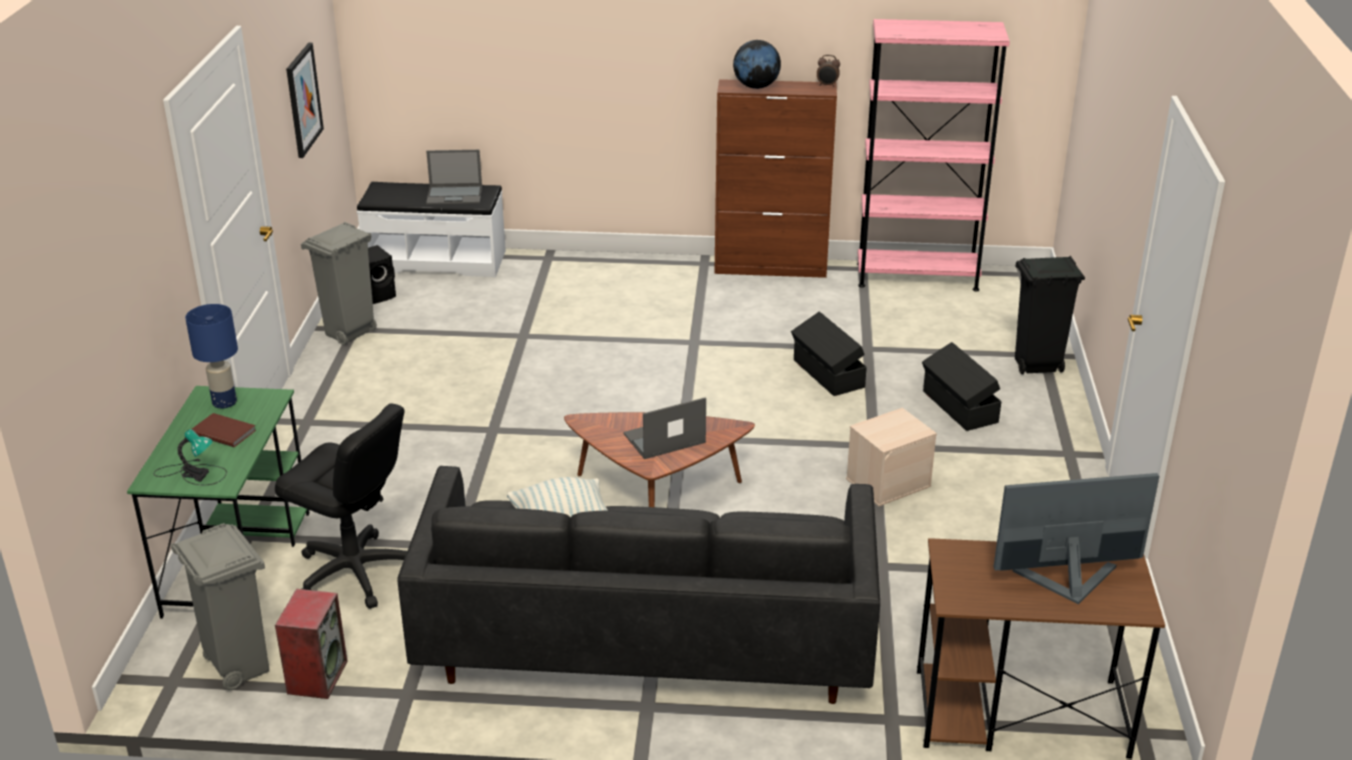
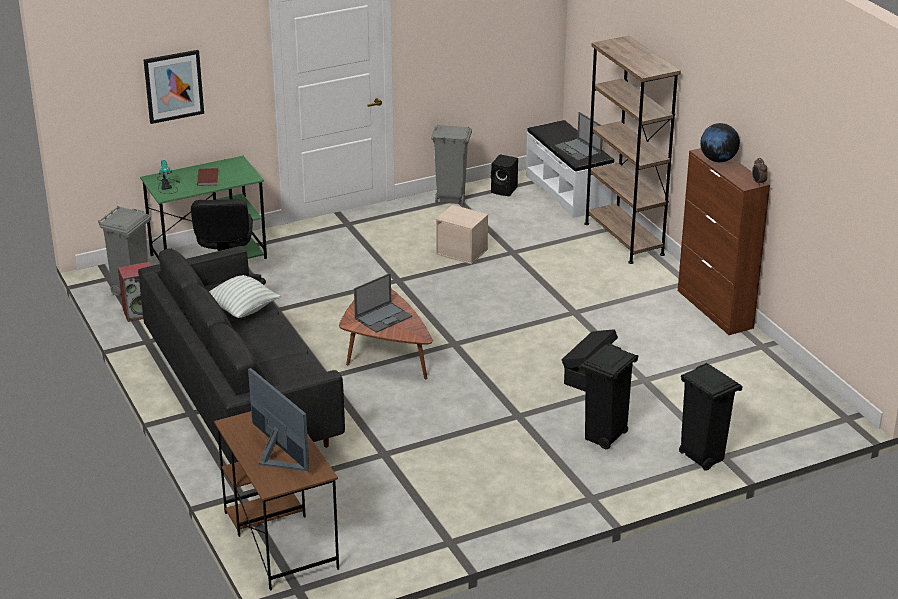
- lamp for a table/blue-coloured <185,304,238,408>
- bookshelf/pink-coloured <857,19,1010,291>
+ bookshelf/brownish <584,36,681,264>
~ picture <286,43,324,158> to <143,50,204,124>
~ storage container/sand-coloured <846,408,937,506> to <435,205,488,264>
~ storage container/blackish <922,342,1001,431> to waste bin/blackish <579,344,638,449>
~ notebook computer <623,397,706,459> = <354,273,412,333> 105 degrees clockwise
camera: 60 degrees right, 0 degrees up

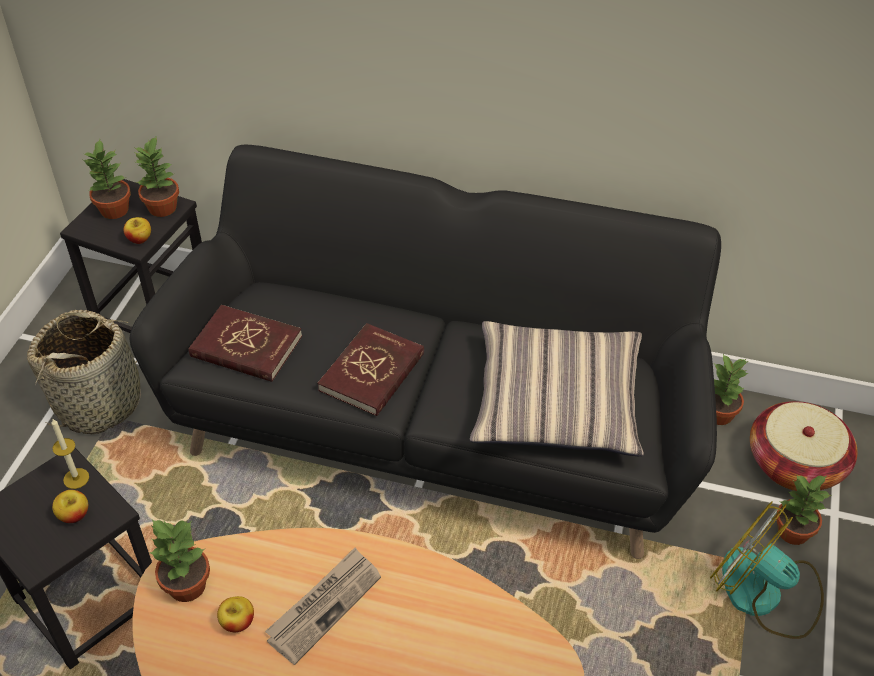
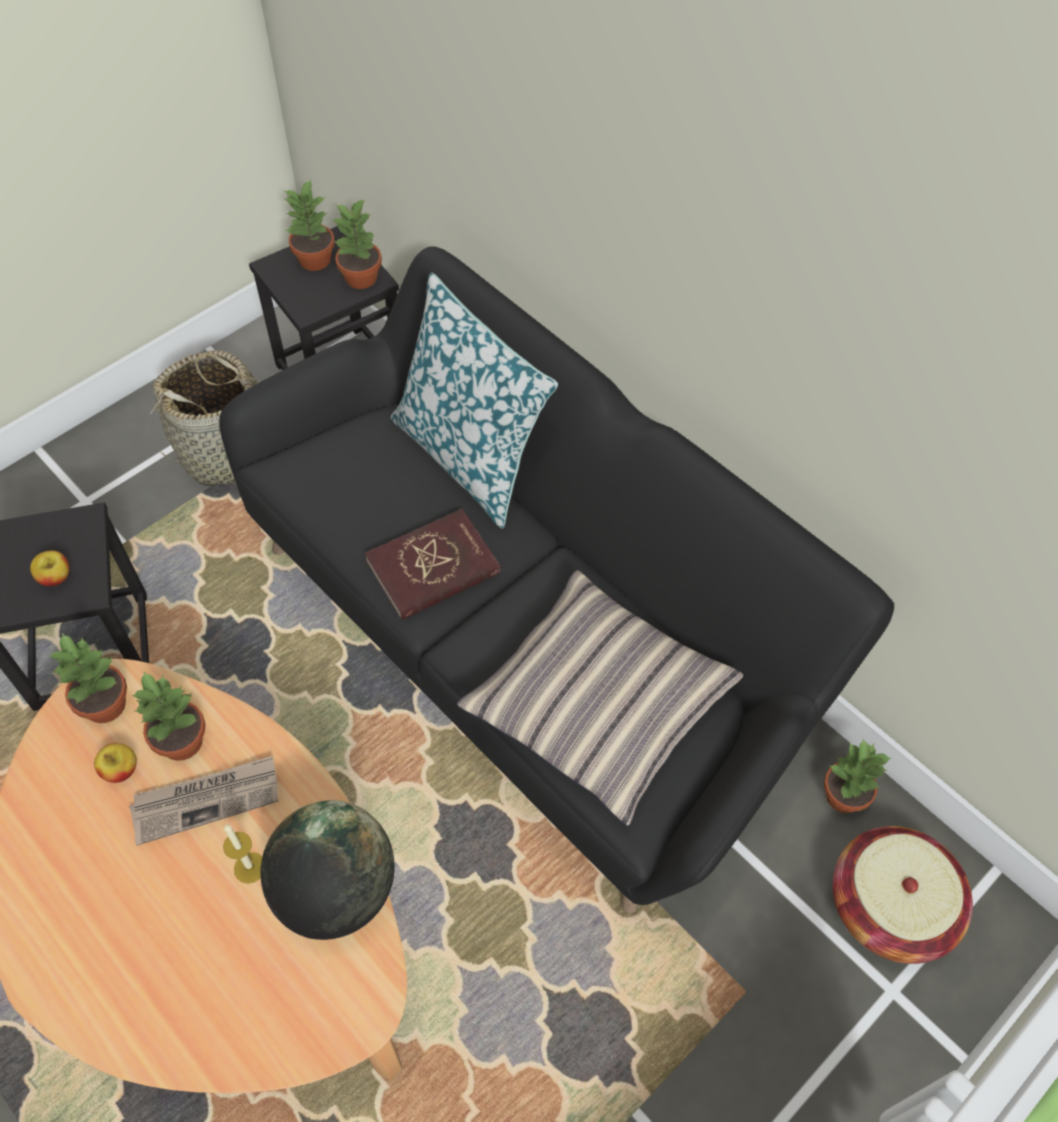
- apple fruit <123,217,151,244>
- volume/red-coloured <189,305,302,382>
- cooling fan <710,501,824,639>
+ globe <260,800,395,940>
+ pillow <391,273,558,529>
~ wax candle <52,418,89,489> to <223,824,262,884>
~ houseplant <776,476,832,545> to <132,671,205,761>
camera: 30 degrees right, 10 degrees up

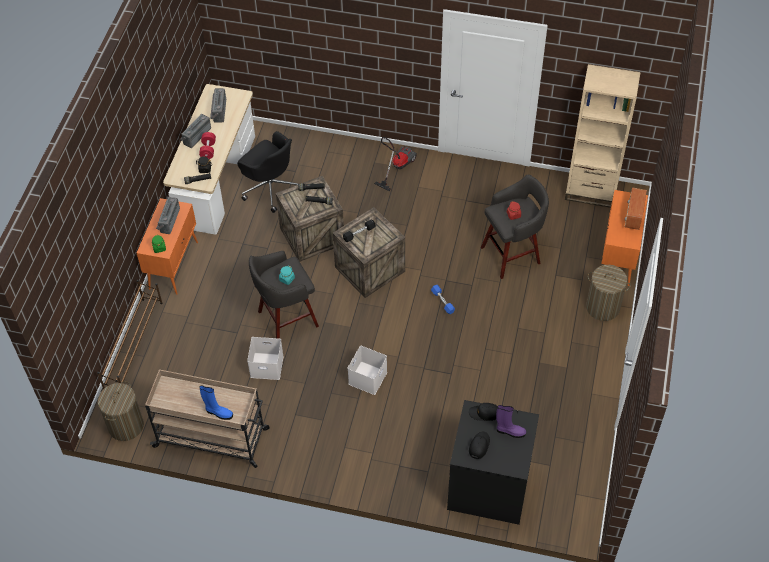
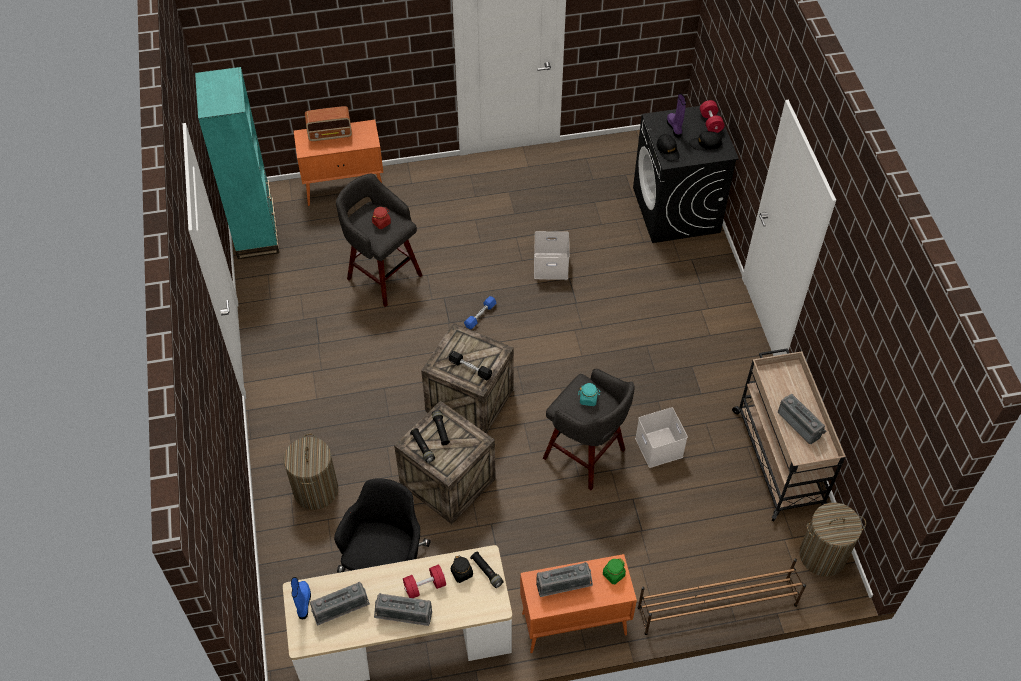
- vacuum <374,137,417,191>
+ hand weight/red-coloured <700,100,725,133>
+ radio set <778,394,826,444>
~ tall boot/blue-coloured <199,385,233,420> to <291,577,311,619>
~ storage container/whitish <348,346,387,395> to <534,231,569,280>
~ washing basket <586,265,631,321> to <283,433,338,510>
~ bookshelf/sand-coloured <565,64,641,208> to bookshelf/turquoise <195,67,279,259>
camera: 115 degrees left, 0 degrees up

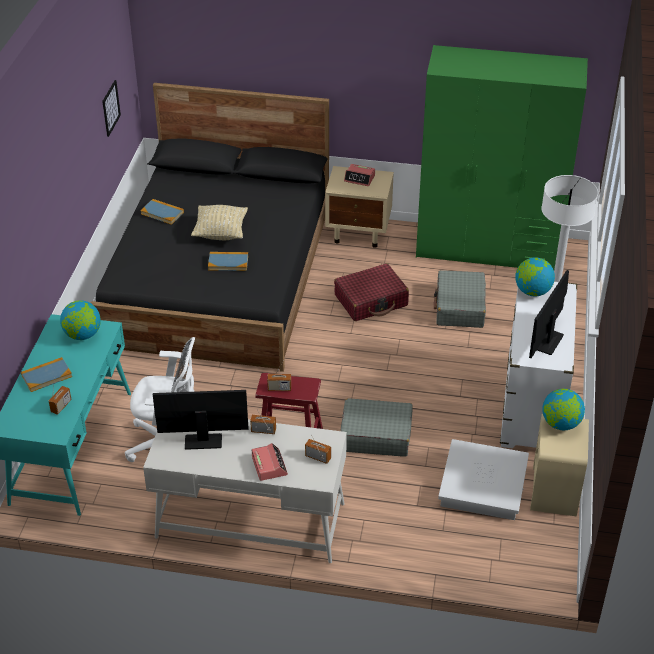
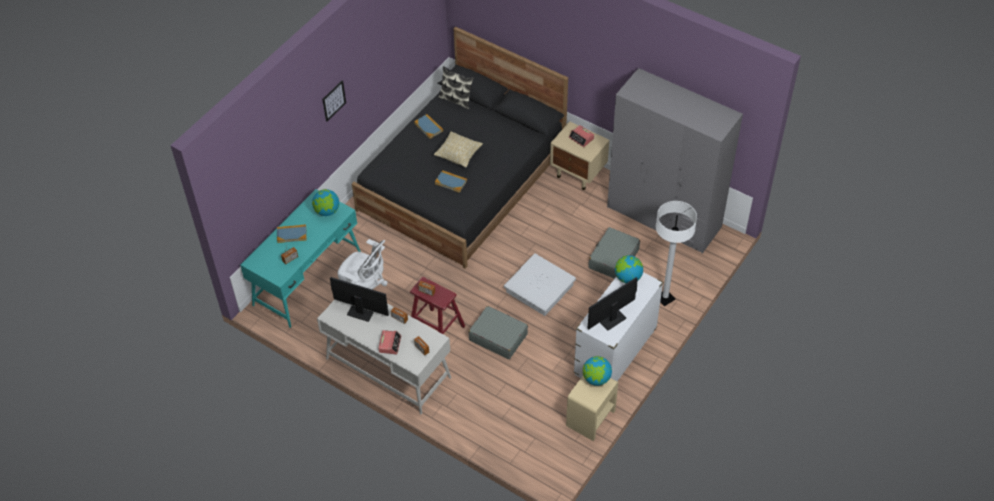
- travel case/red-coloured <334,264,409,321>
+ pillow <438,66,474,109>
~ picture <102,80,121,137> to <322,80,346,122>
~ storage container/whitish <438,439,529,520> to <504,254,576,316>
~ wardrobe/green-coloured <416,45,588,270> to wardrobe/grey <607,68,743,254>
camera: 25 degrees right, 10 degrees up

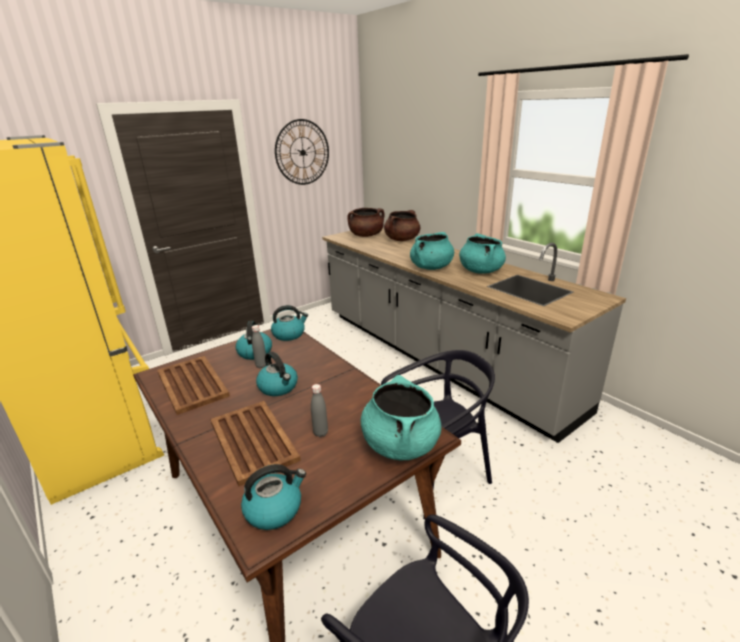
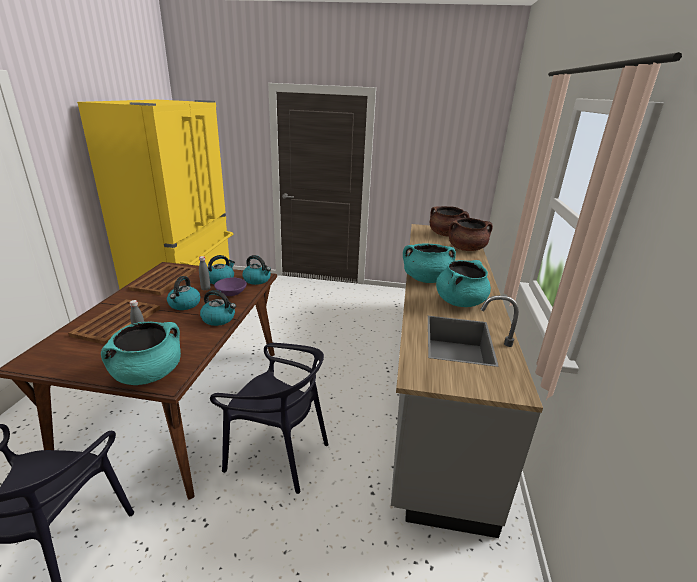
- clock on the wall <275,119,329,185>
+ bowl/purplish <214,278,247,296>
~ kettle <241,464,306,530> to <200,290,236,326>
camera: 45 degrees right, 0 degrees up

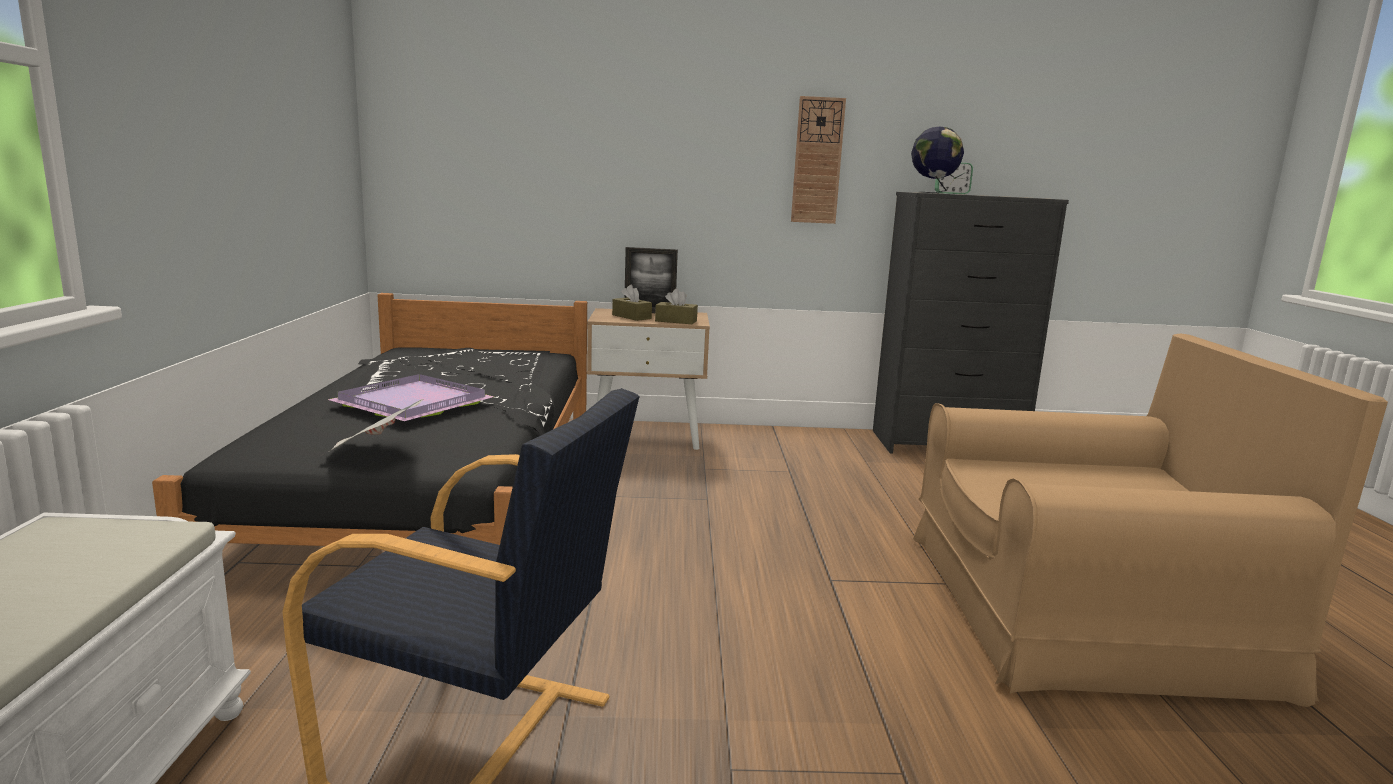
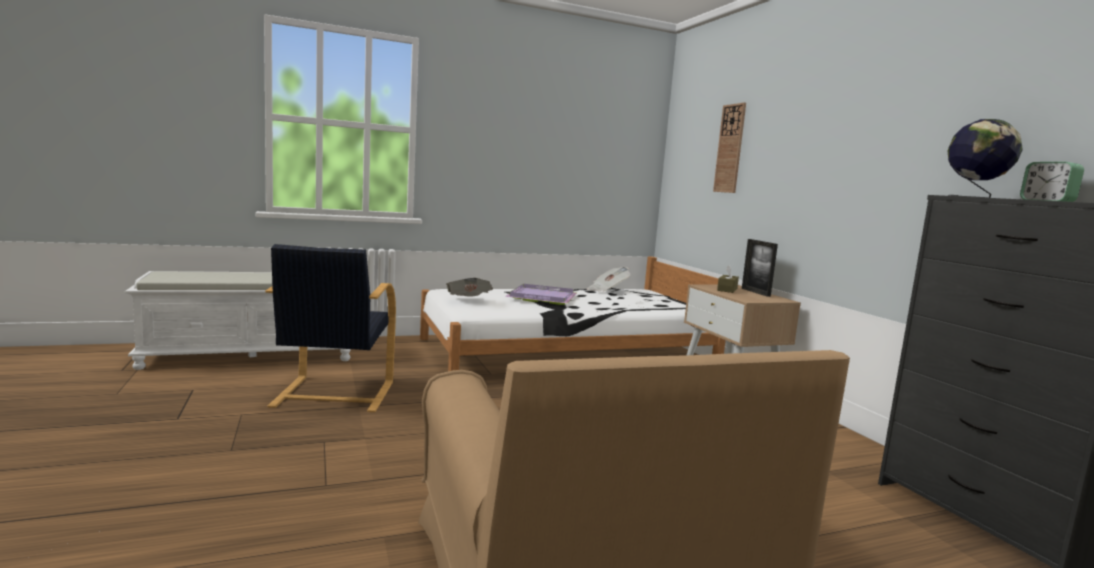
- tissue holder/brownish <655,289,698,324>
+ printed paper <587,267,631,291>
~ clock on the wall <791,96,846,224> to <713,103,746,193>
~ bedroom bed/blackish <152,293,587,546> to bedroom bed/whitish <420,257,726,371>
camera: 70 degrees right, 5 degrees down

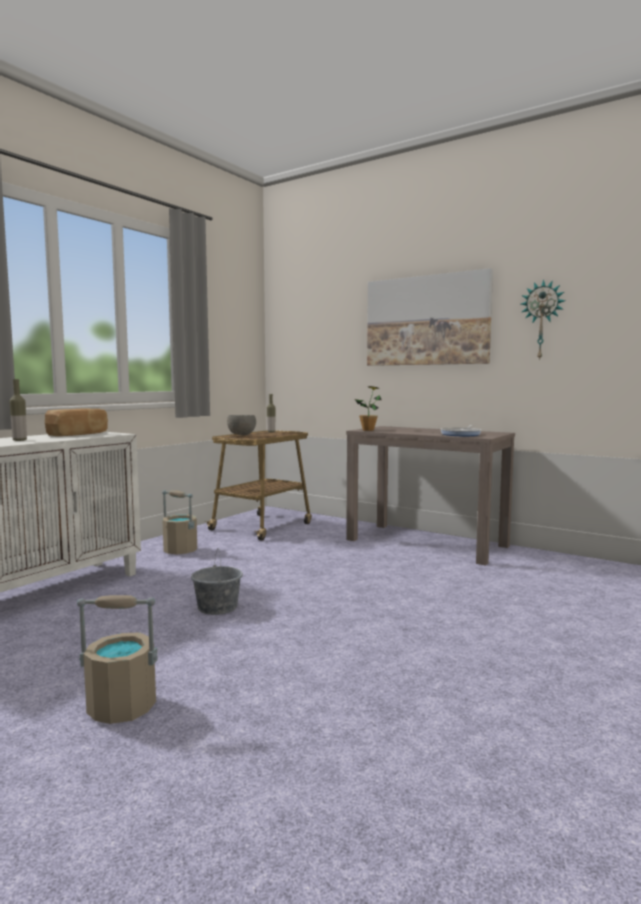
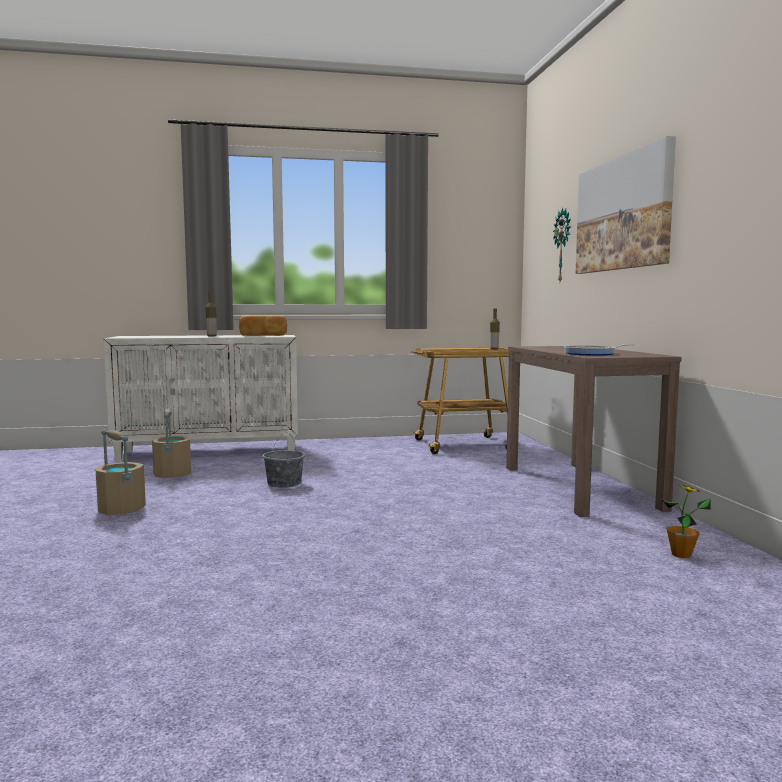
- bowl/grey <227,415,256,435>
~ water bucket/sand-coloured <162,490,197,554> to <152,408,191,478>
~ houseplant <355,386,382,431> to <661,485,711,558>
~ clock on the wall <521,279,566,361> to <553,208,571,281>
camera: 45 degrees right, 0 degrees up

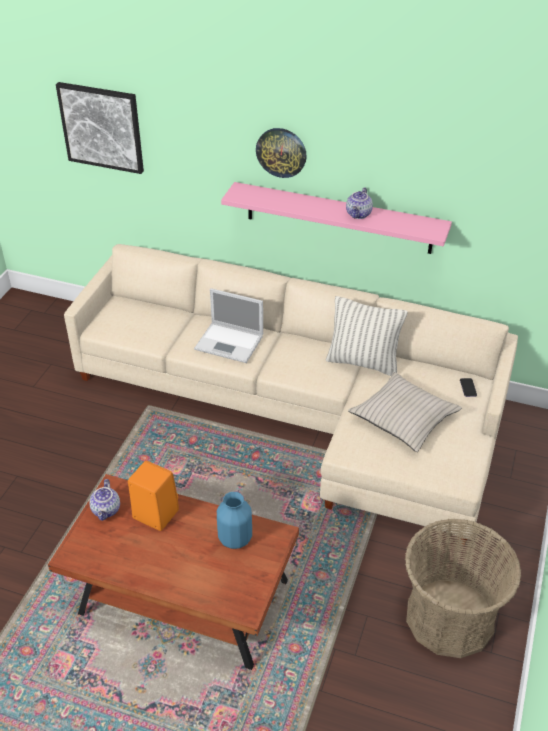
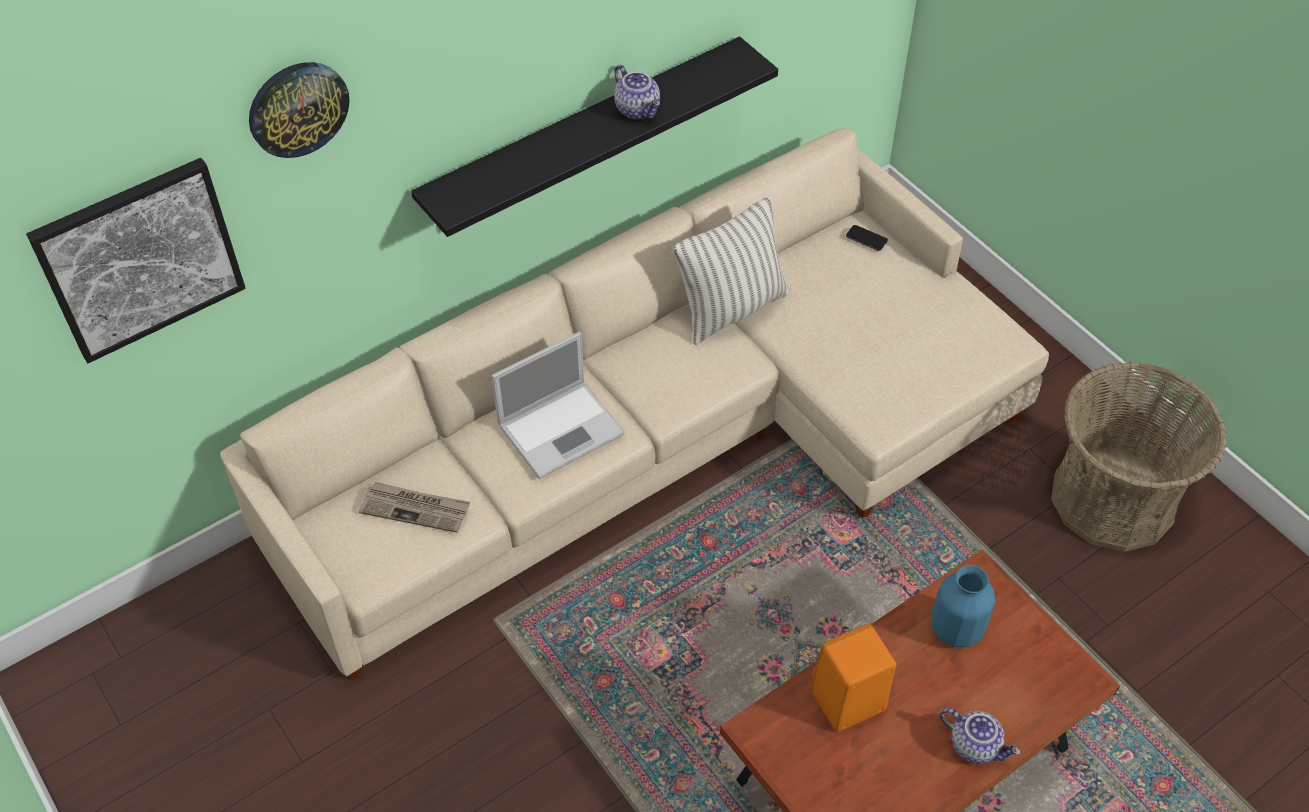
- pillow/sand-coloured <348,372,462,452>
+ printed paper <359,482,470,533>
~ teapot <89,479,120,521> to <940,708,1021,764>
~ clock on the wall <256,128,307,178> to <249,62,350,158>
~ bracket shelf/pink-coloured <221,182,452,254> to bracket shelf/blackish <411,36,778,237>
camera: 55 degrees left, 10 degrees up

